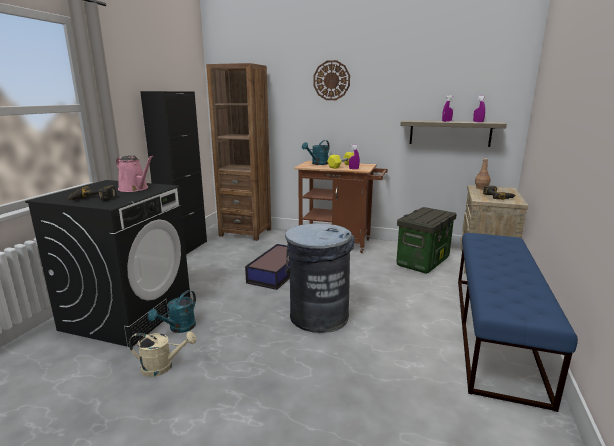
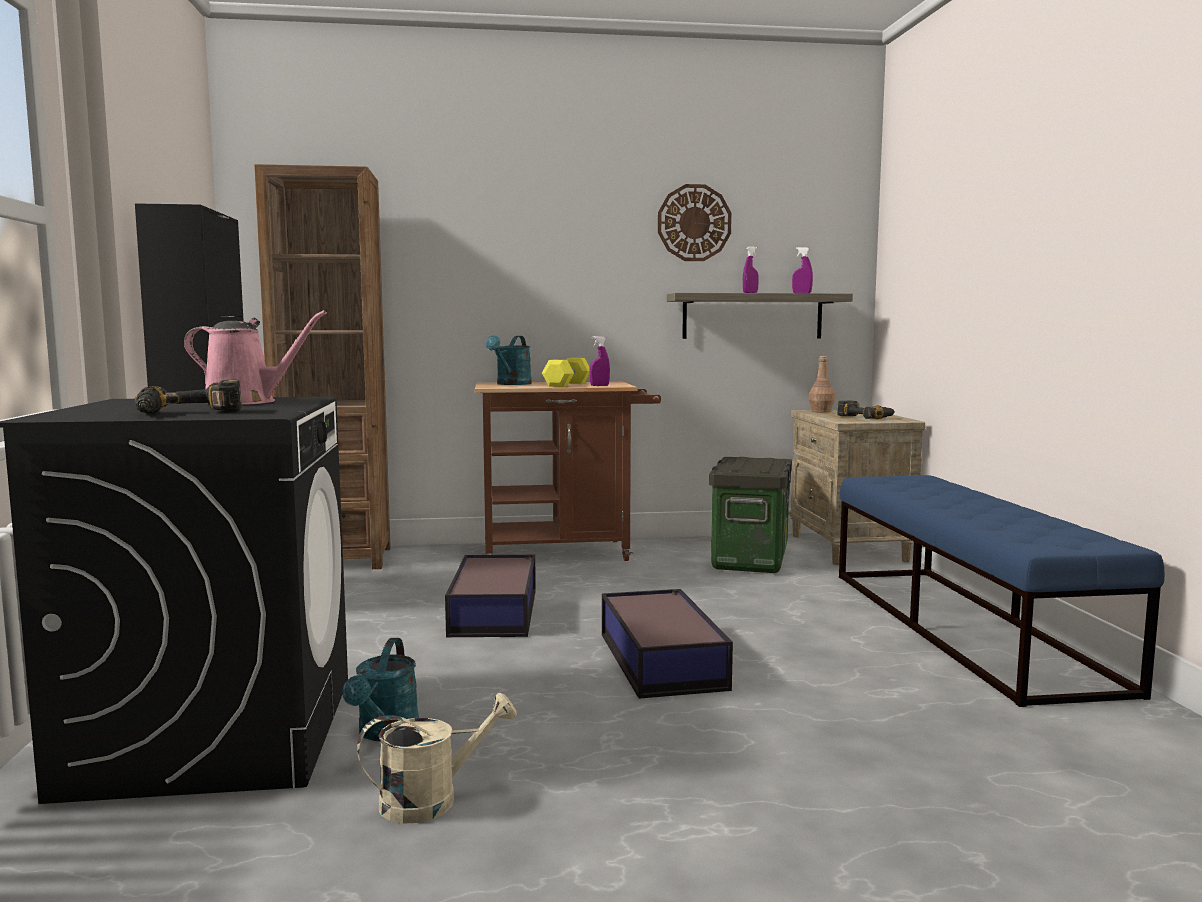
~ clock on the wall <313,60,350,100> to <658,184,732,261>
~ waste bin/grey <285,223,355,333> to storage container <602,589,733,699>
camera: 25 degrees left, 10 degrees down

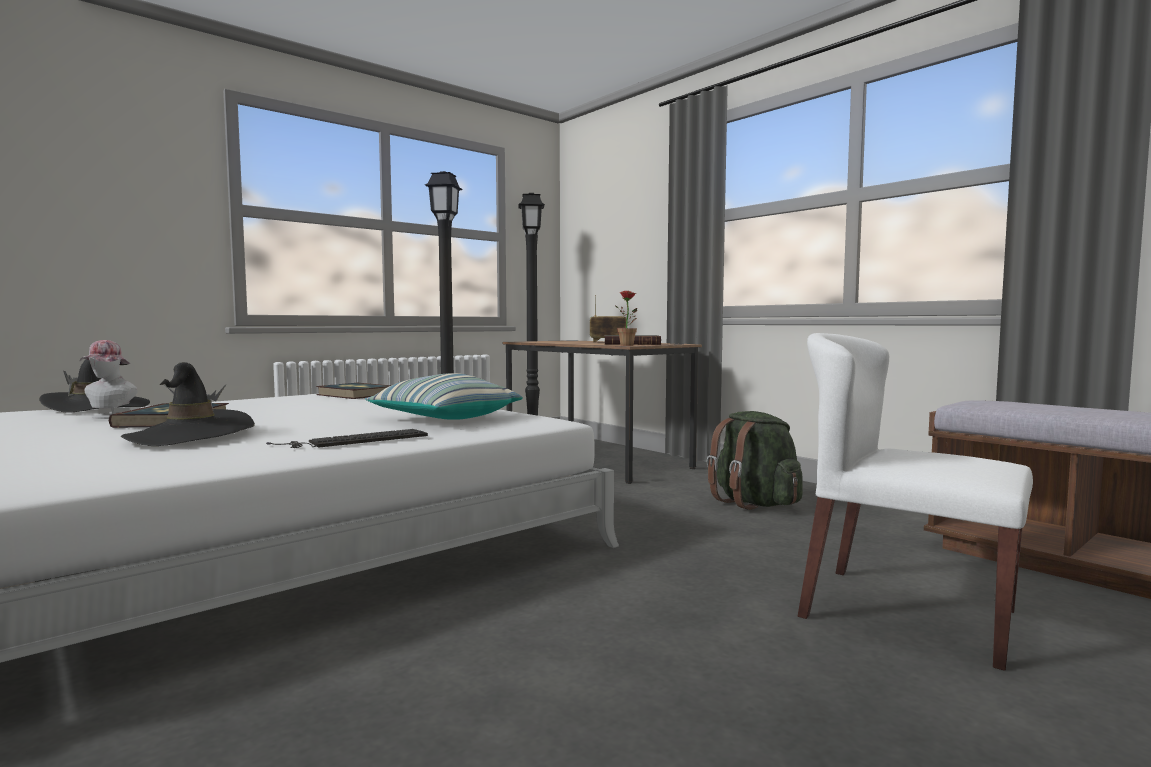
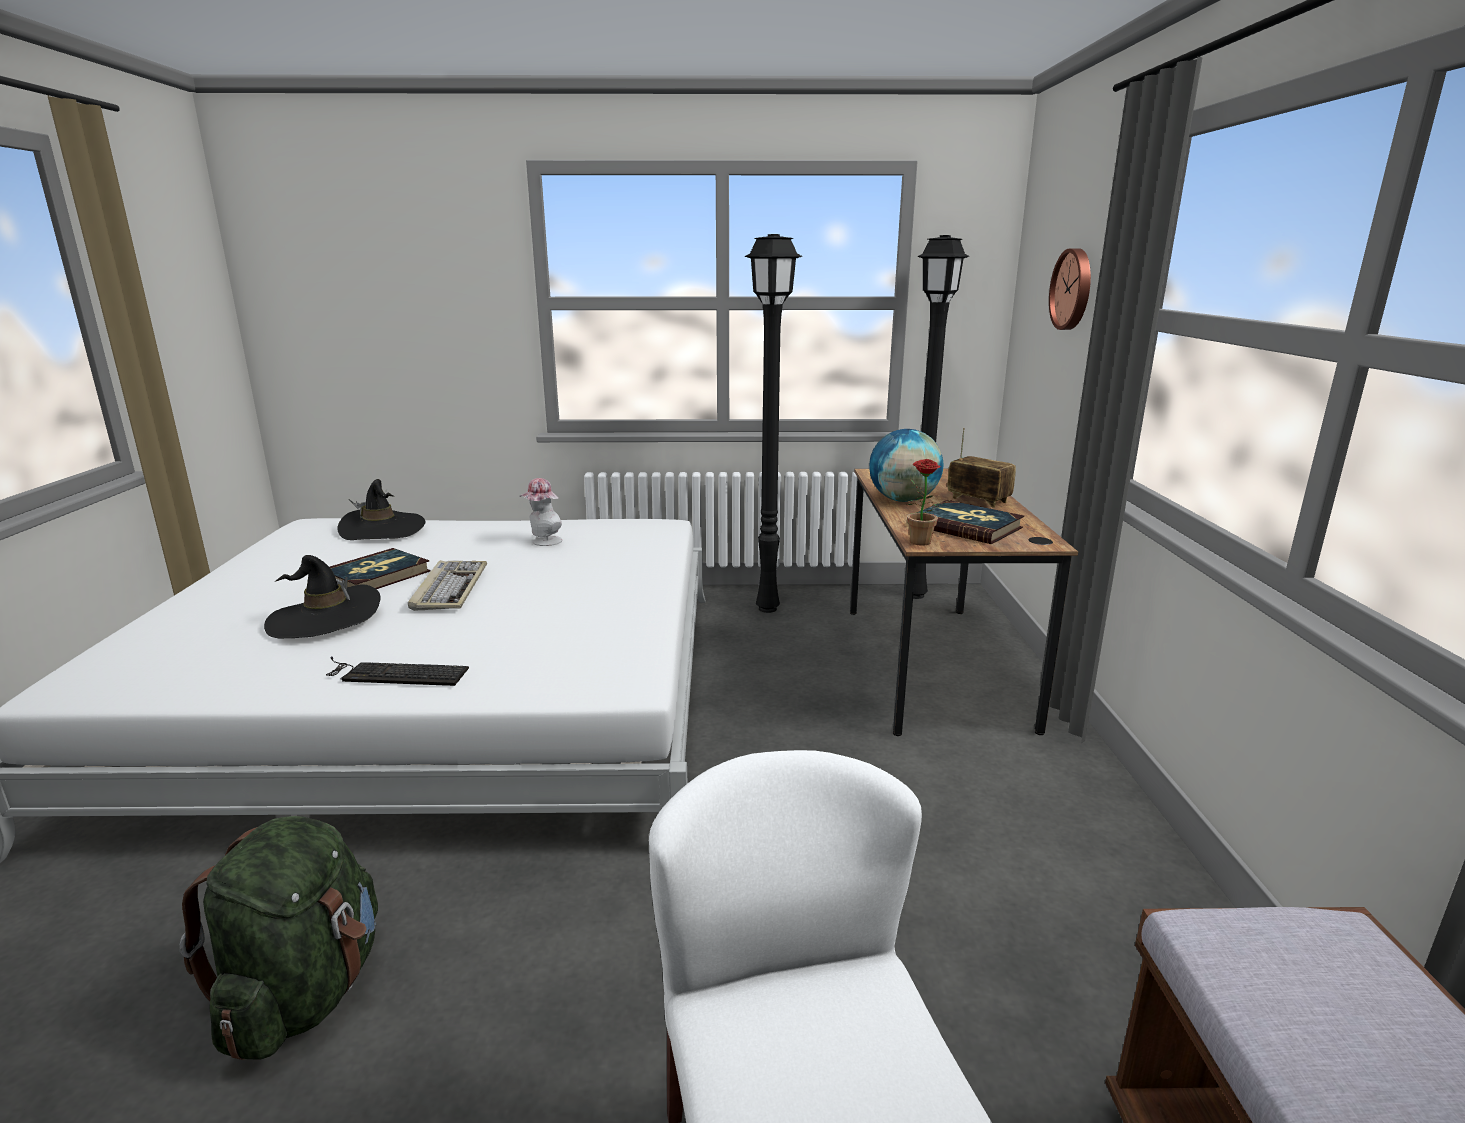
- volume <316,383,392,399>
- pillow <365,373,523,420>
+ computer keyboard <408,560,487,611>
+ globe <869,429,943,502>
+ clock on the wall <1049,248,1091,330>
~ clothing hat <79,340,138,419> to <519,478,562,546>
~ backpack/green-coloured <707,411,803,510> to <179,816,378,1060>
camera: 40 degrees right, 15 degrees up

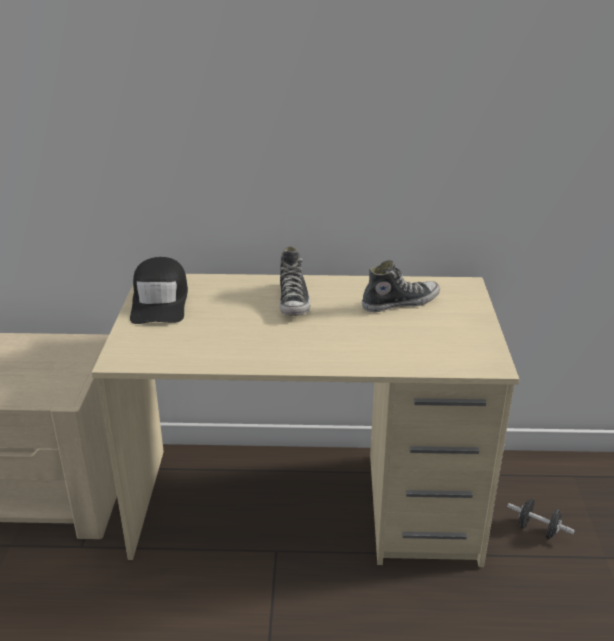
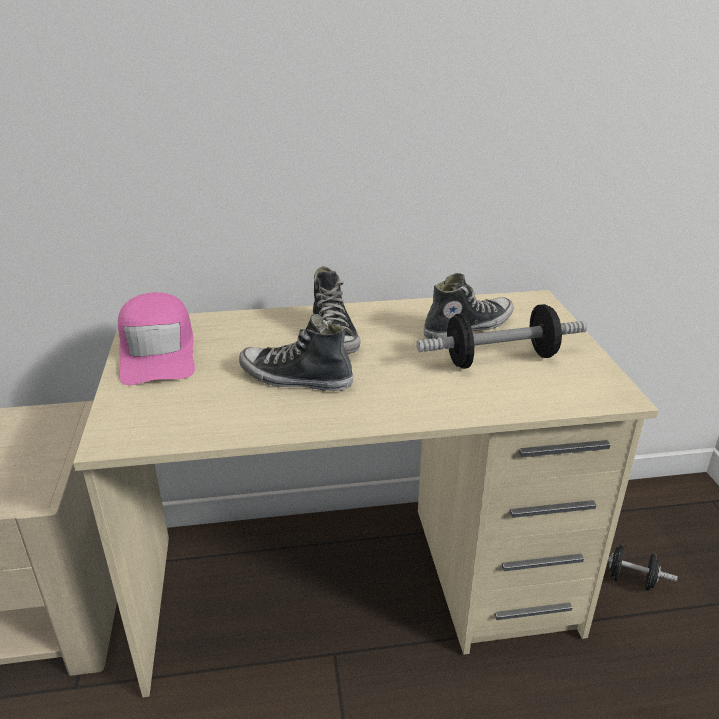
+ shoe <239,314,353,391>
+ hand weight <416,304,587,369>
~ cap/blackish <130,257,188,324> to cap/pink-coloured <118,292,195,385>
camera: 10 degrees left, 0 degrees up

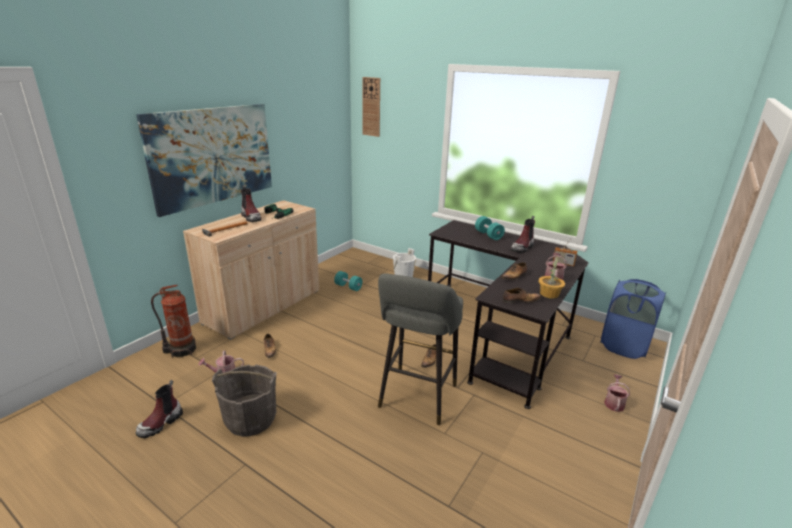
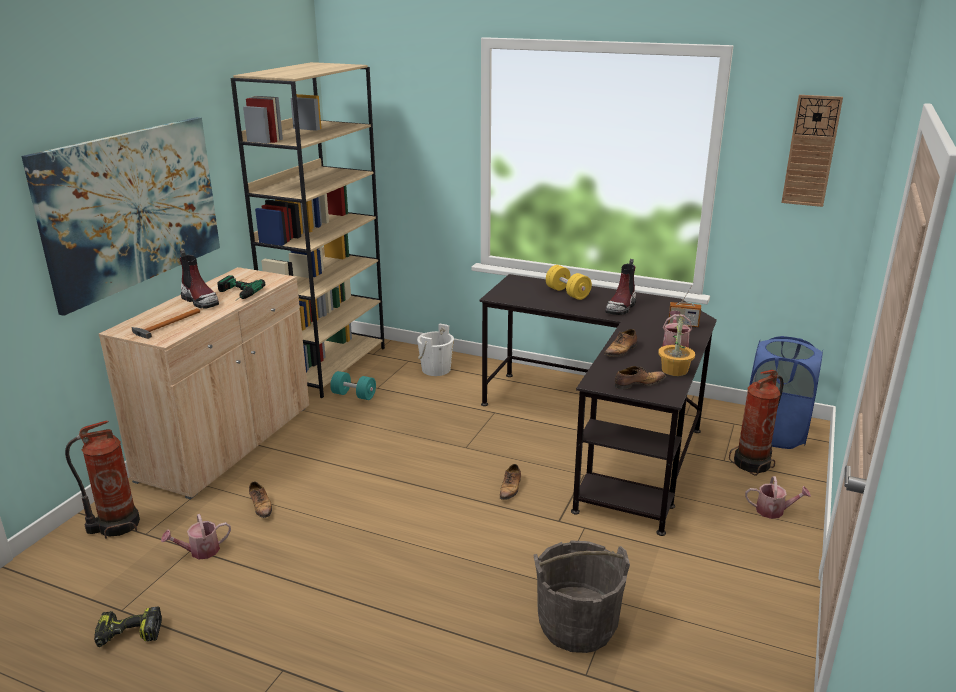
- stool/grey <378,273,463,425>
+ bookshelf/sand-coloured <231,62,385,398>
+ extinguisher <729,369,784,476>
~ water bucket/grey <212,365,277,437> to <533,540,630,653>
~ clock on the wall <362,77,380,137> to <781,95,843,207>
~ tall boot <136,380,183,438> to power drill <94,607,162,647>
~ hand weight/turquoise <475,216,505,240> to hand weight/yellowish <546,265,592,300>
~ watering can <604,374,630,412> = <745,476,811,519> 90 degrees clockwise
camera: 10 degrees left, 0 degrees up

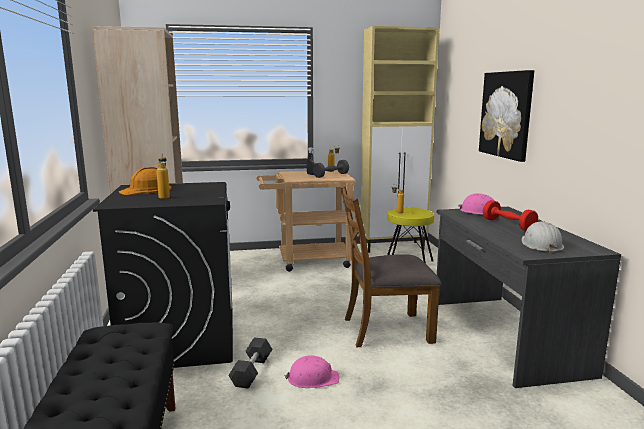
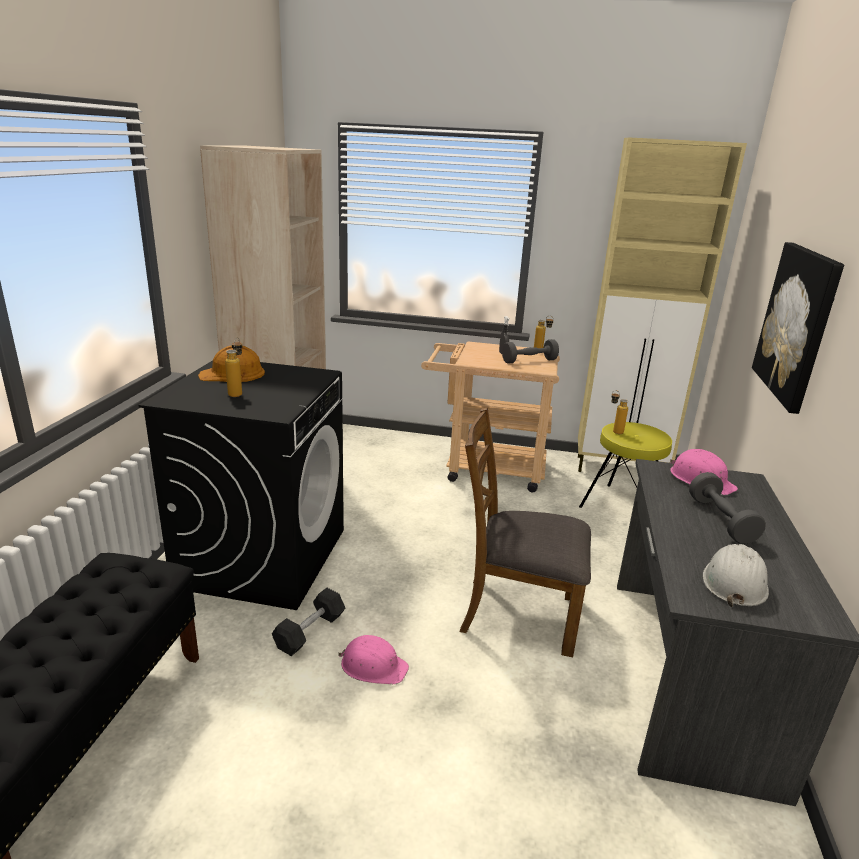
~ hand weight/red-coloured <483,200,538,231> to hand weight/grey <689,472,766,544>
camera: 20 degrees right, 10 degrees up

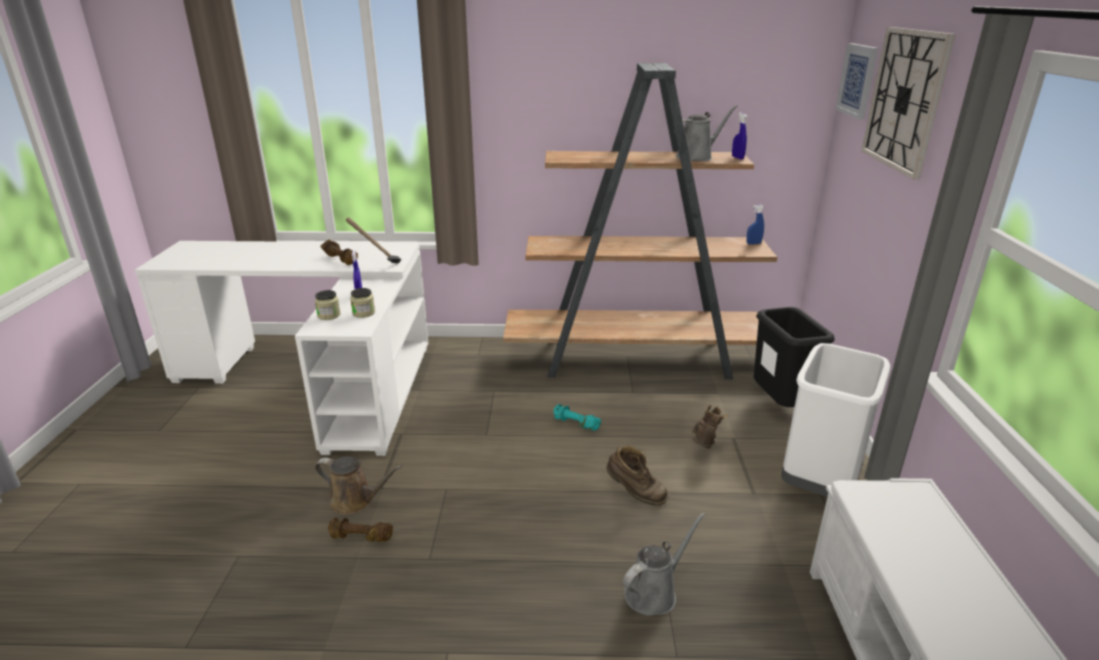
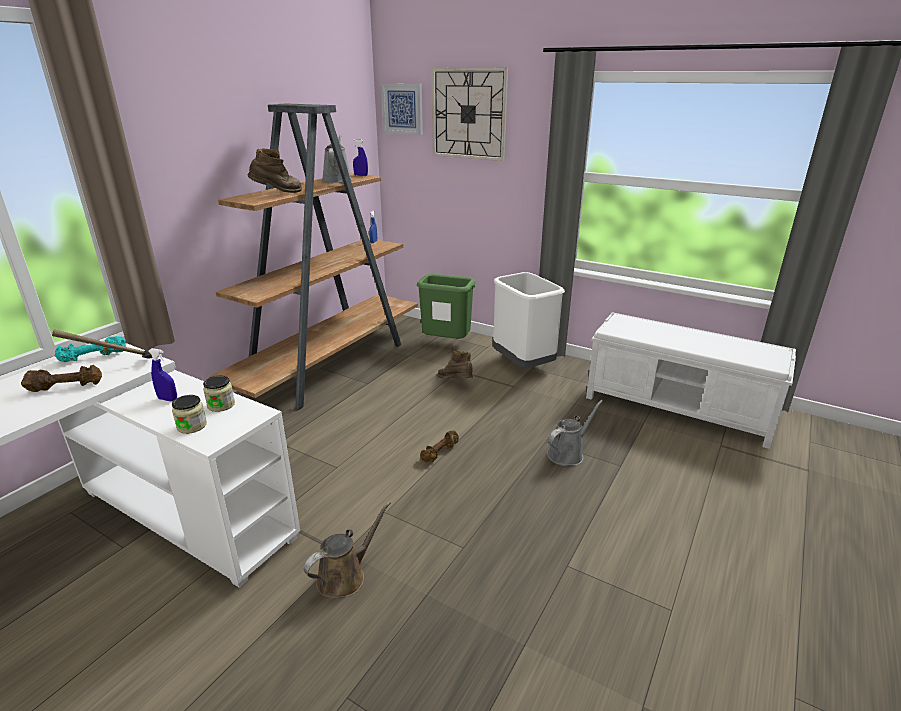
~ hand weight/brownish <328,518,393,542> to <420,431,459,462>
~ hand weight/turquoise <554,404,601,431> to <55,336,126,362>
~ tall boot/brownish <606,446,668,505> to <248,149,302,193>
~ waste bin/blackish <754,307,835,407> to waste bin/green-coloured <417,274,475,339>
~ watering can/grey <623,513,705,616> = <547,400,603,466> 60 degrees clockwise
camera: 60 degrees left, 0 degrees up

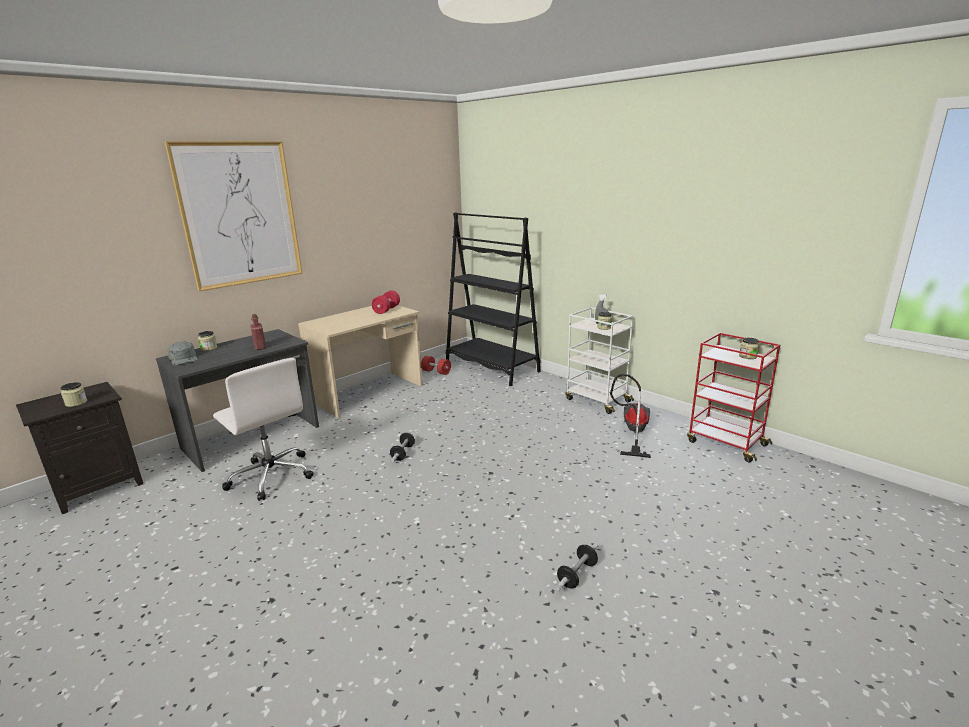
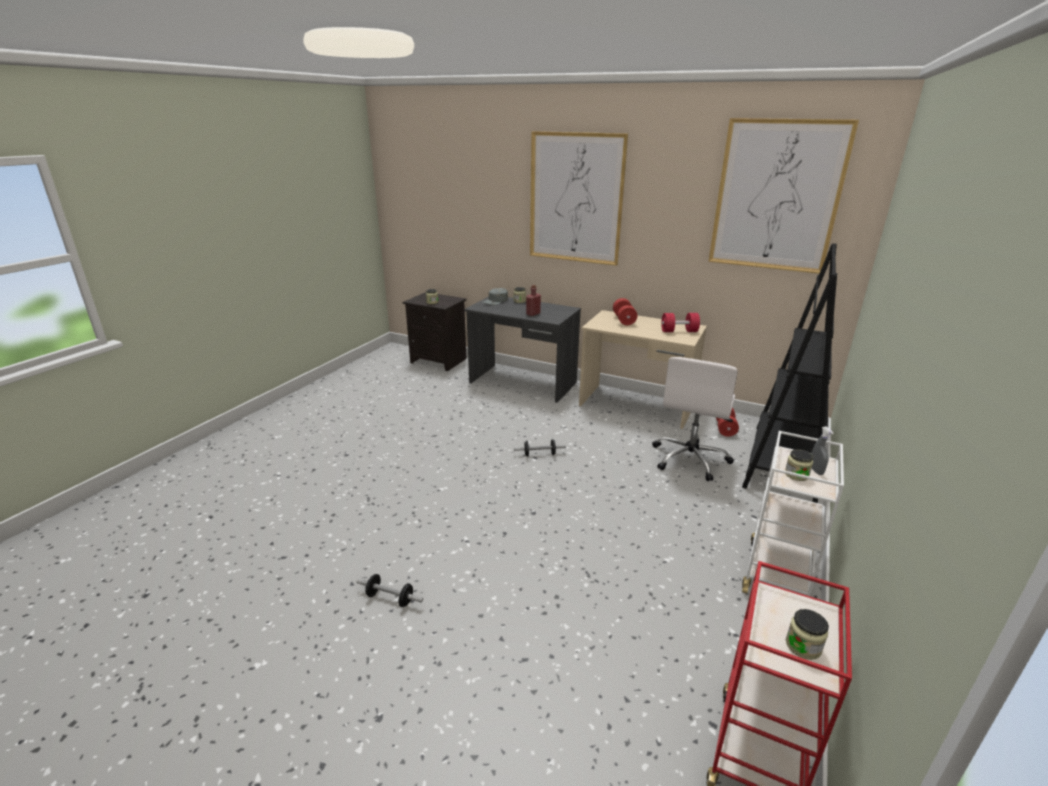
- vacuum <610,374,651,458>
+ hand weight/red-coloured <613,298,637,325>
+ picture <708,118,859,274>
~ office chair/whitish <213,358,313,501> to <652,357,737,481>
camera: 70 degrees right, 5 degrees up

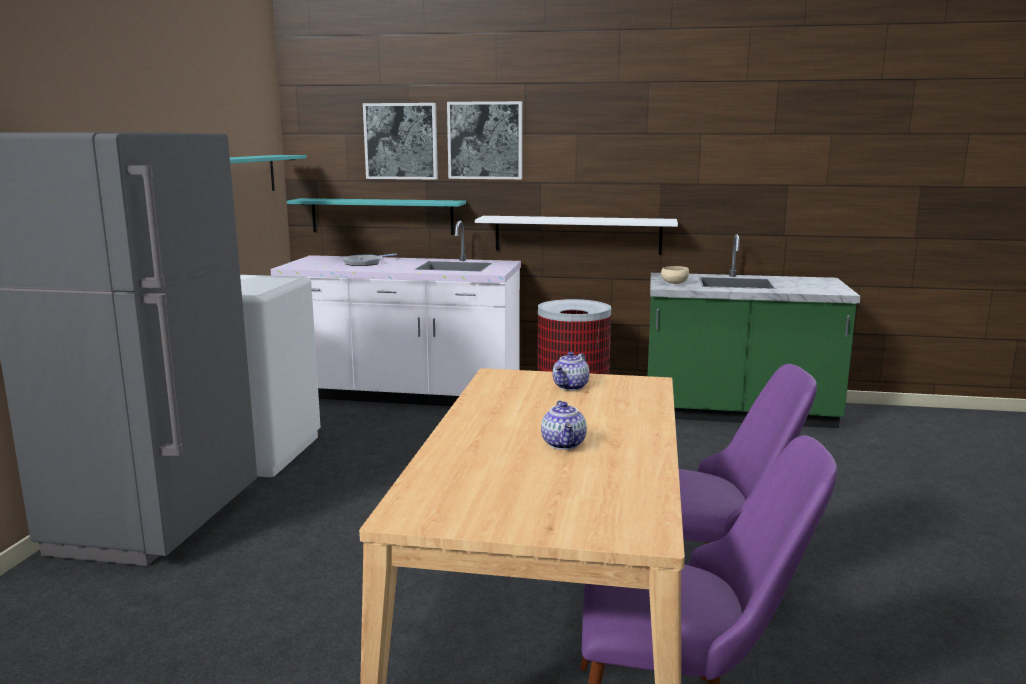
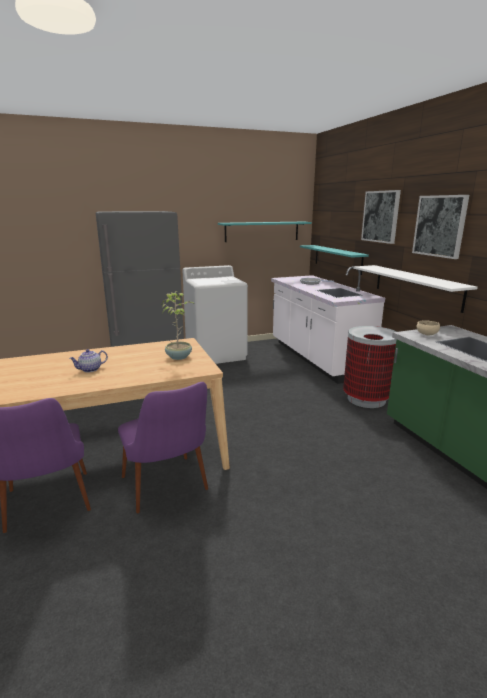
~ picture <363,103,438,179> to <412,195,469,259>
~ teapot <553,352,590,391> to houseplant <161,291,195,360>
camera: 60 degrees right, 5 degrees up

